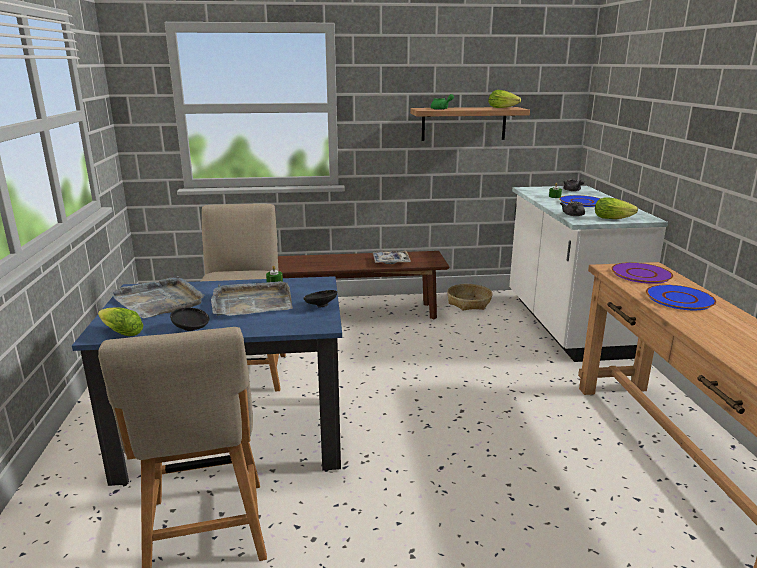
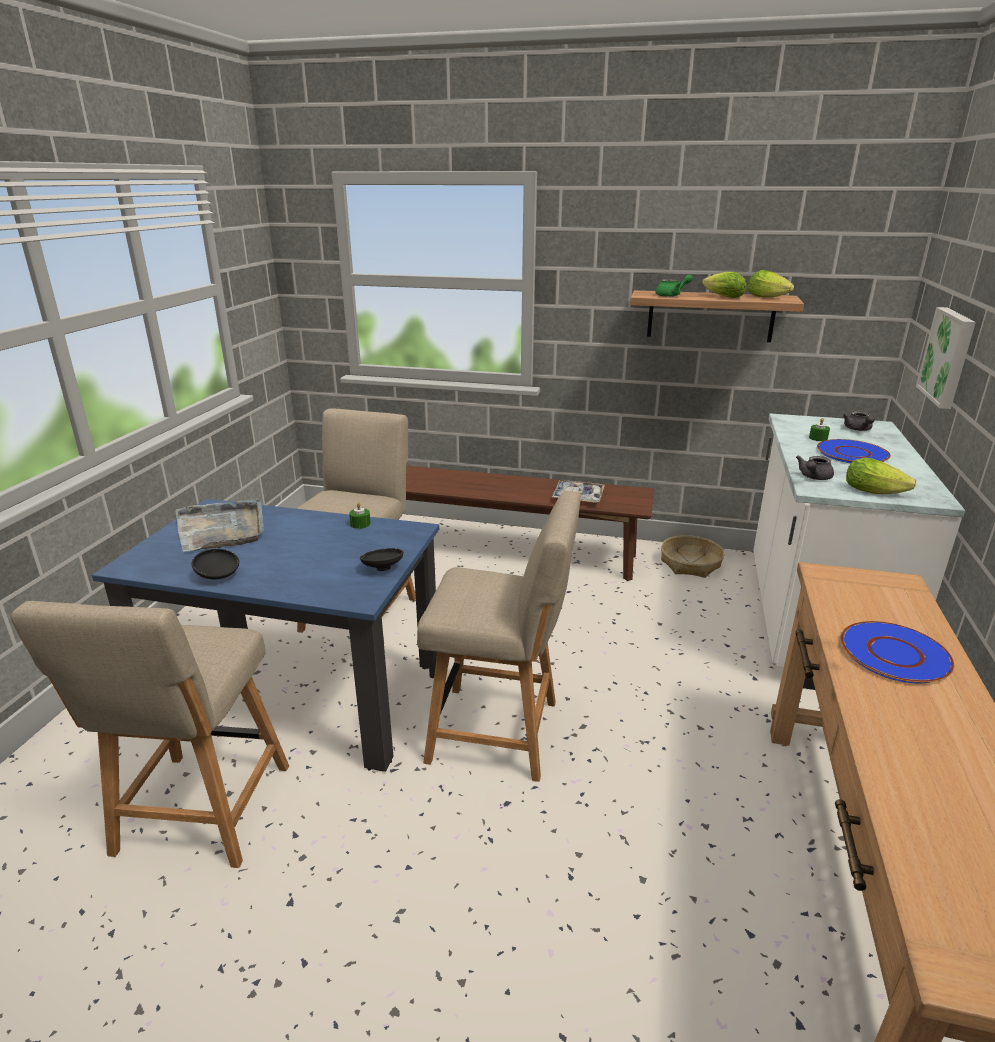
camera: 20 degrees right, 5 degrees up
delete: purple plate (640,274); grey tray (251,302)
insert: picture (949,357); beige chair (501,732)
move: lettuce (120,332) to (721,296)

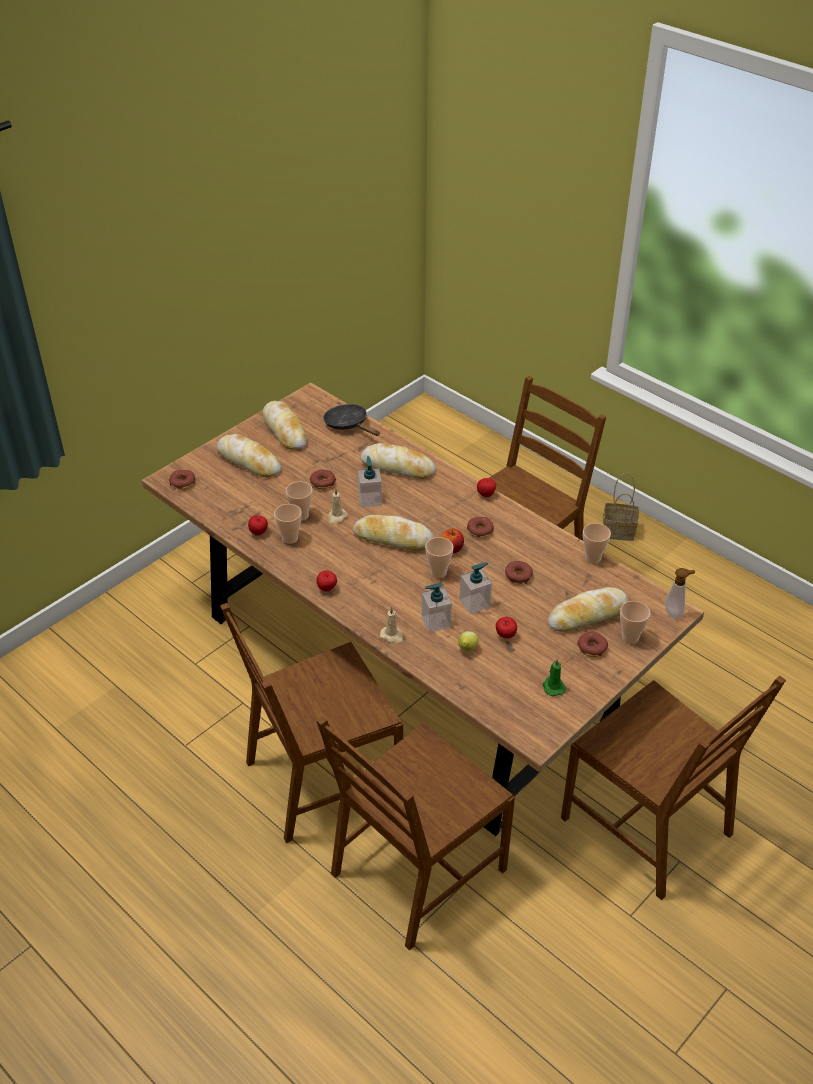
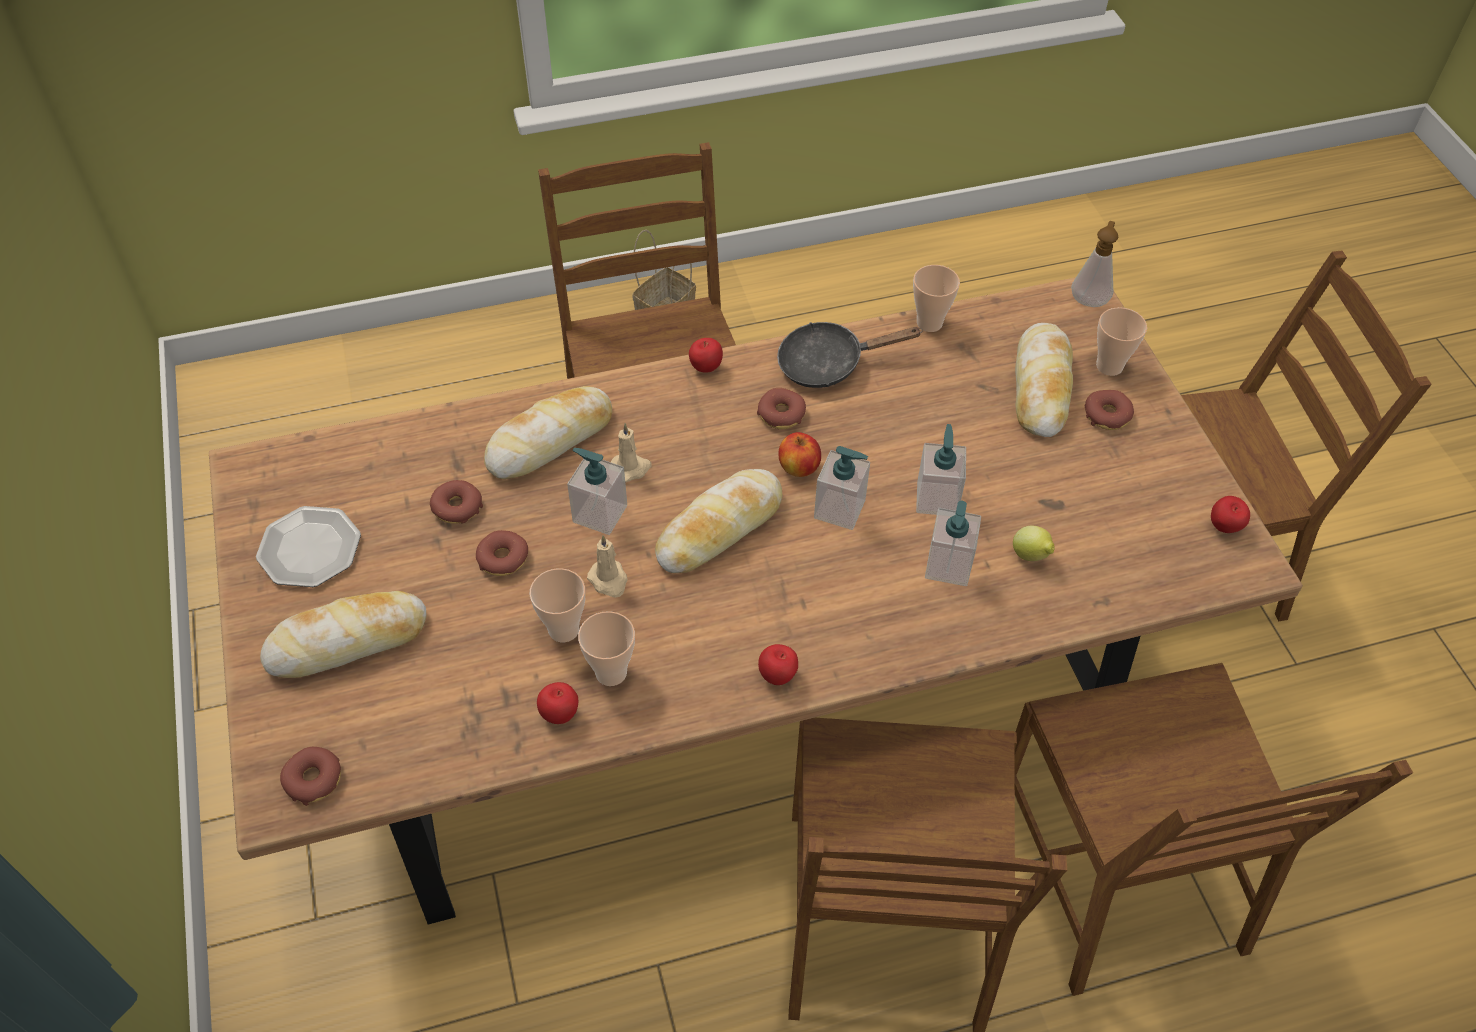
camera: 60 degrees left, 10 degrees up
delete: green candle (553,686)
move: black frying pan (349,425) to (828,363); donut (518,576) to (457,507); beige candle (392,636) to (630,468); apple (505,636) to (1224,527)
replace: bread (285,430) to plate (311,548); cup (438,572) to soap dispenser (840,509)

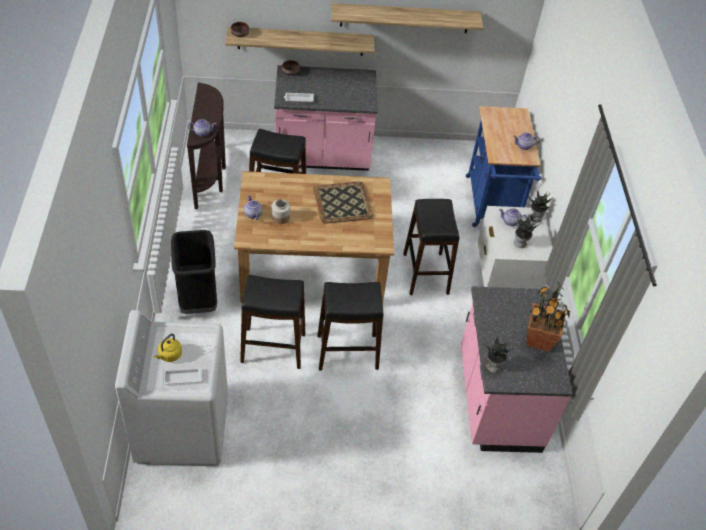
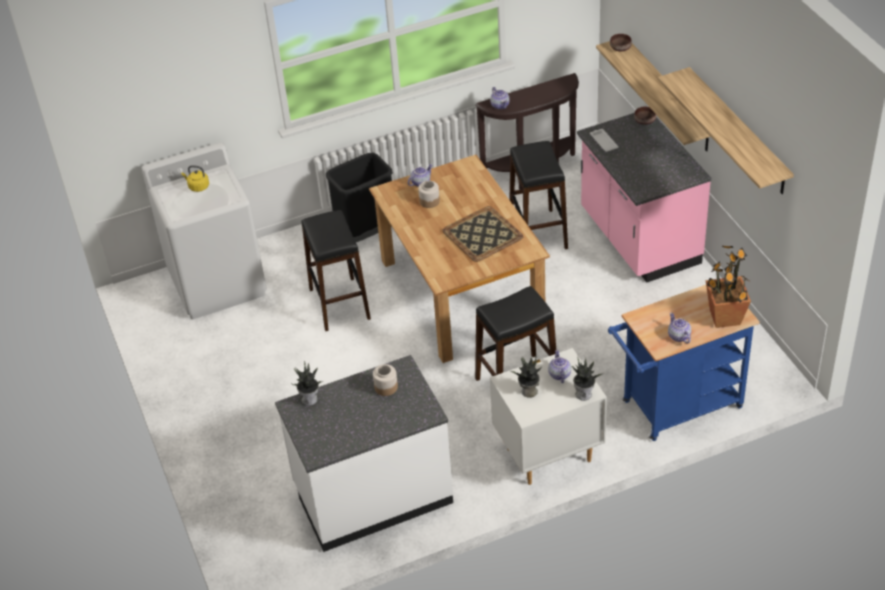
camera: 75 degrees right, 5 degrees down
delete: black stool (347,352); white tray (183,377)
insert: jar (386,387)
move: potted plant (539,340) to (724,318)
recolor: pink counter (497,400) to white counter (372,494)

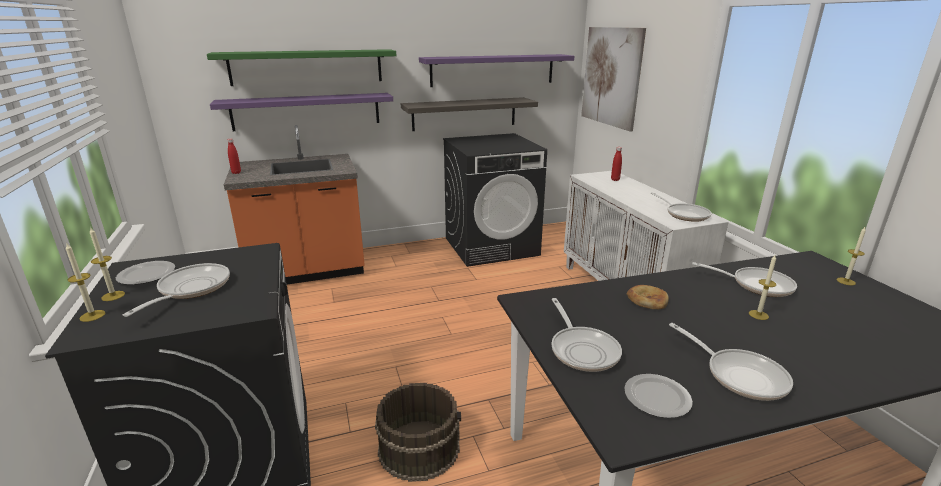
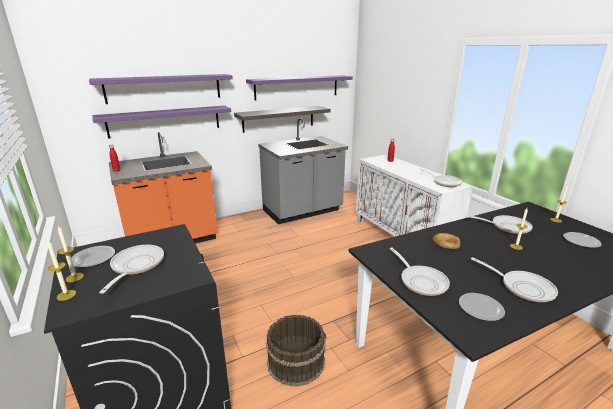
camera: 10 degrees left, 0 degrees up
delete: picture (611,77)
insert: plate (581,241)
replace: black washing machine (491,246) to grey counter (302,211)
recolor: green shelf (307,67) to purple shelf (164,88)

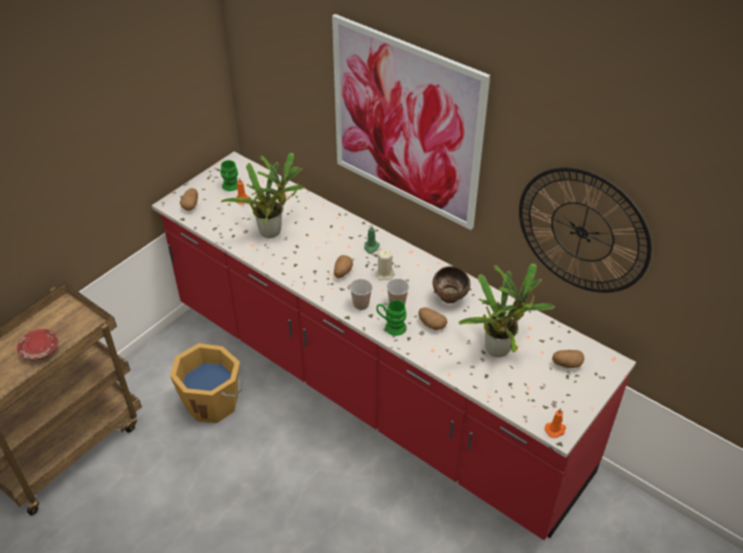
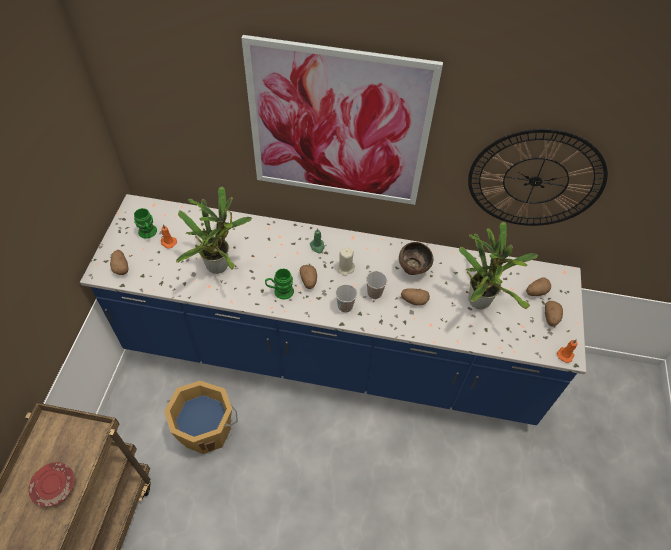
camera: 30 degrees left, 10 degrees up
insert: potato (550,318)
move: green mug (391,327) to (280,292)
recolor: red counter (371,388) to blue counter (331,355)

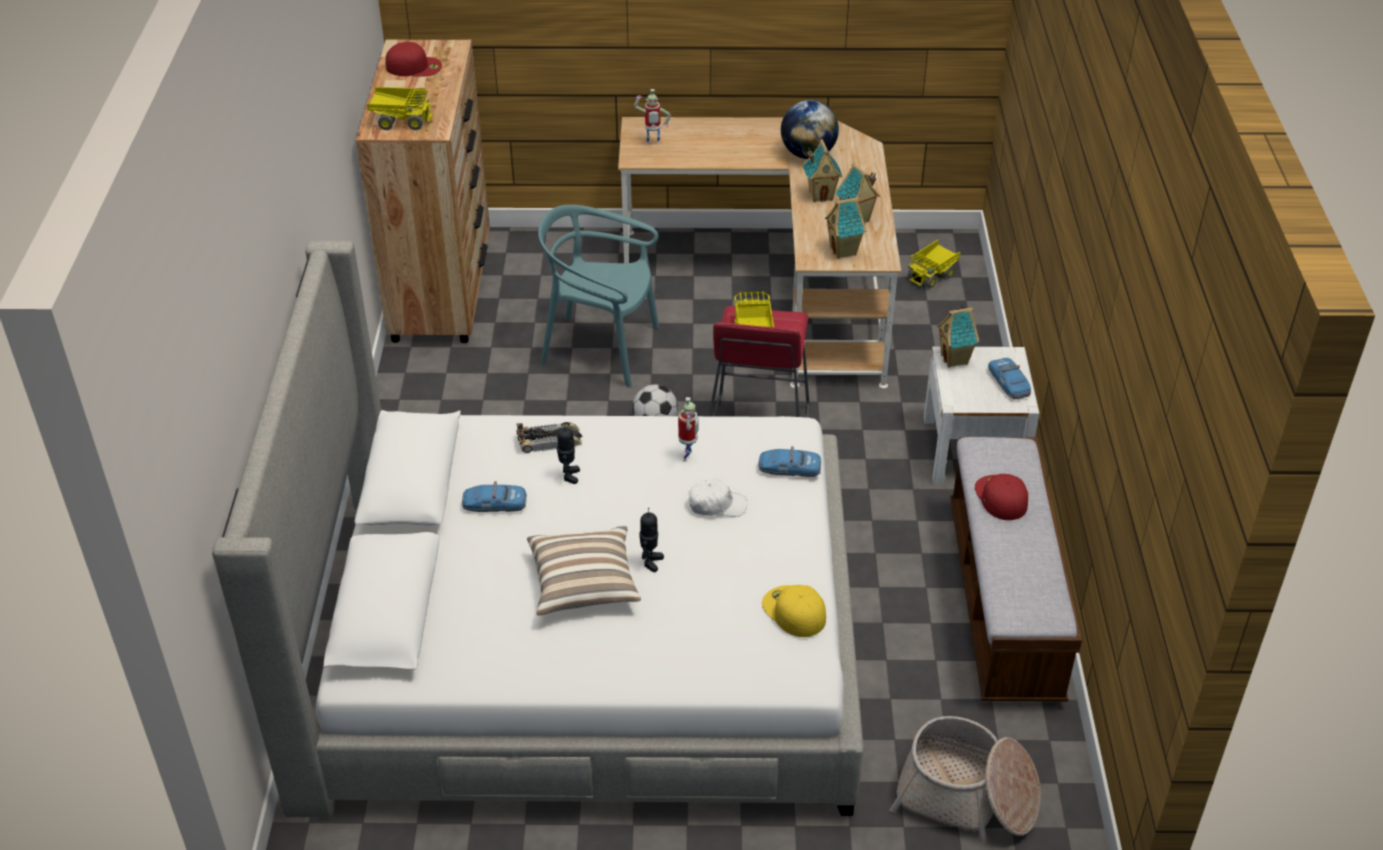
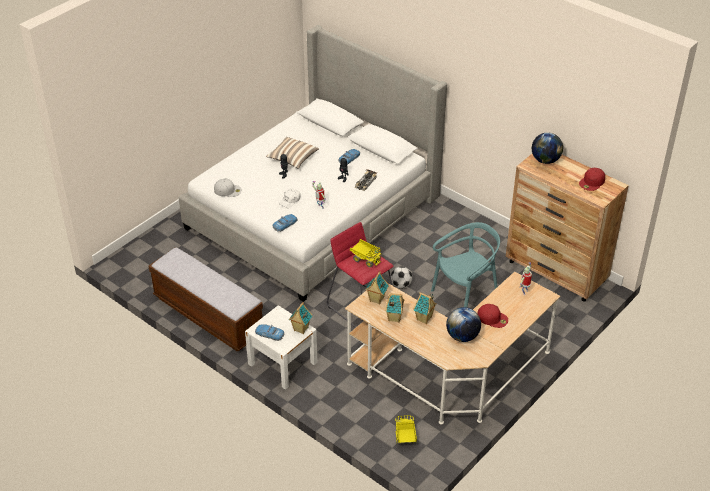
camera: 130 degrees right, 0 degrees up
delete: basket (967,796)
move: red cap (1000,497) to (492,318)
replace: toy truck (400,121) to globe (545,160)
recolor: yellow cap (793,611) to white cap (228,190)

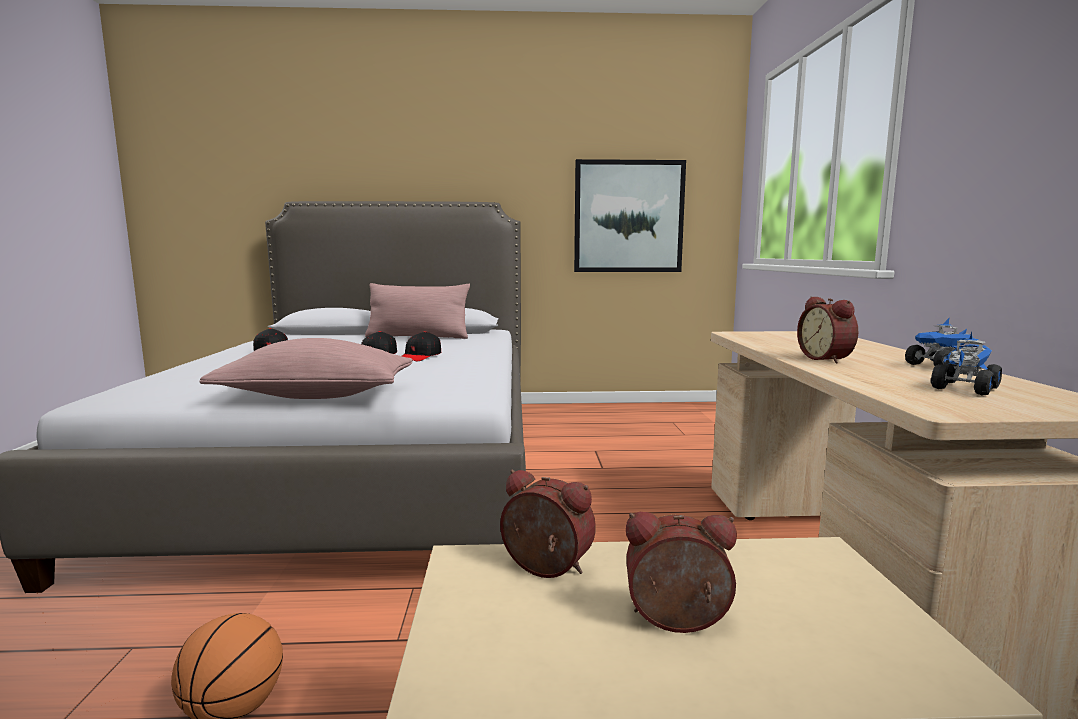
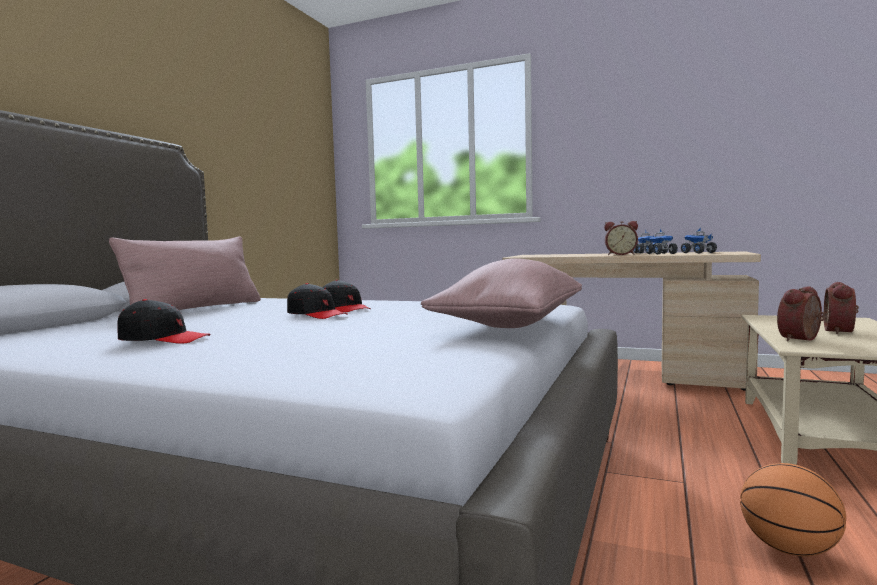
camera: 65 degrees left, 5 degrees down
delete: picture (628,217)
insert: toy truck (661,254)

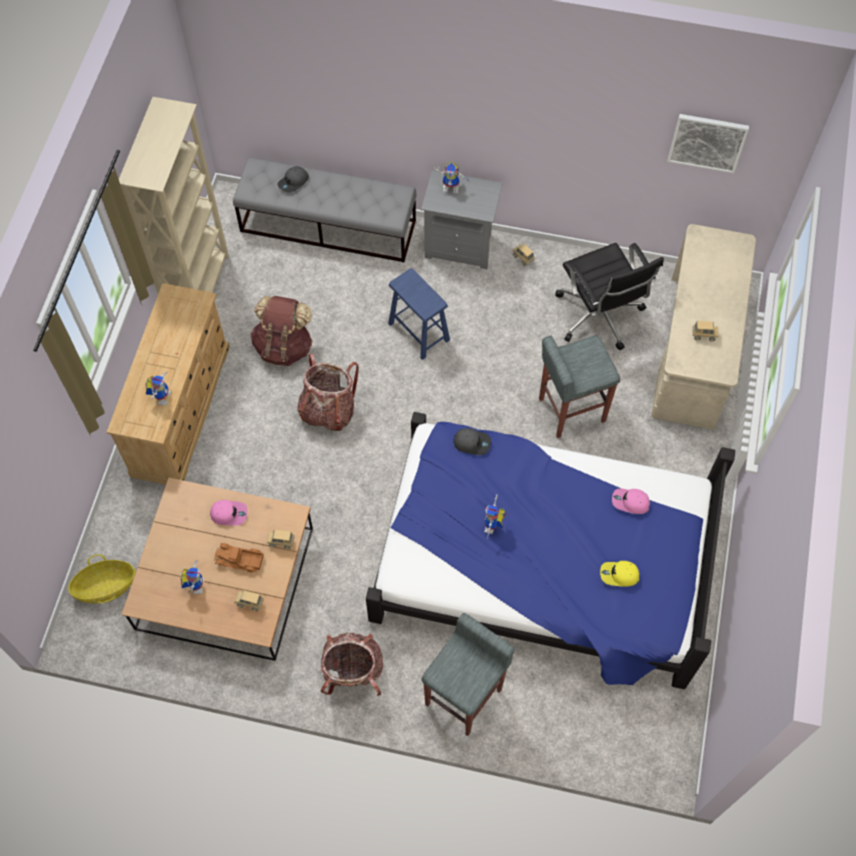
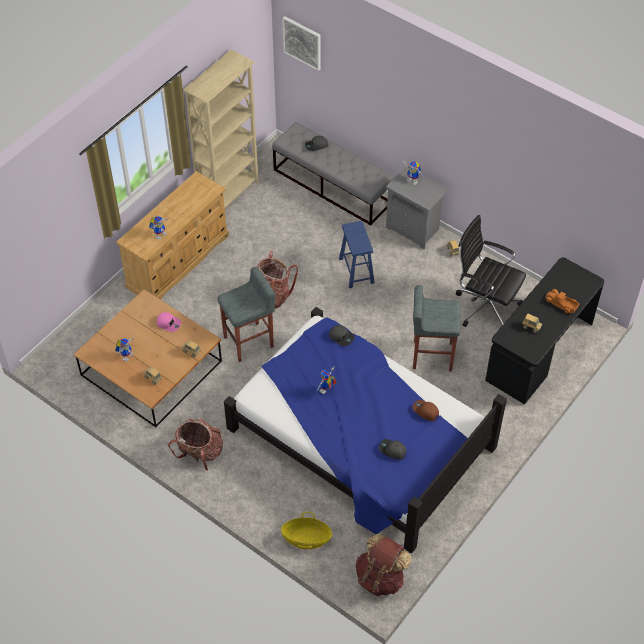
camera: 25 degrees right, 10 degrees down
move: picture (707,142) to (302,42); brown backpack (284,346) to (380,577); toy truck (239,560) to (561,304); basket (106,587) to (306,538); grey stool (465,696) to (249,342)
recolor: beige desk (694,351) to black desk (540,351); pink cap (630,502) to brown cap (425,411); yellow cap (619,575) to grey cap (392,450)
rotate: black office chair (599,316) = (485,306) 120 degrees clockwise

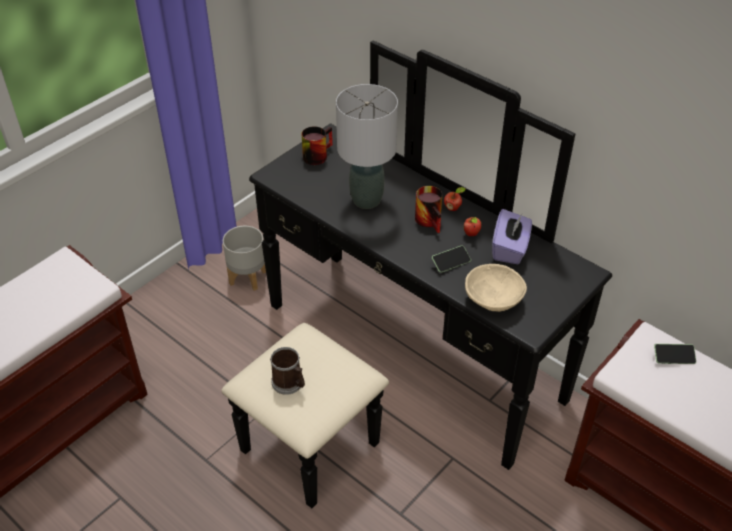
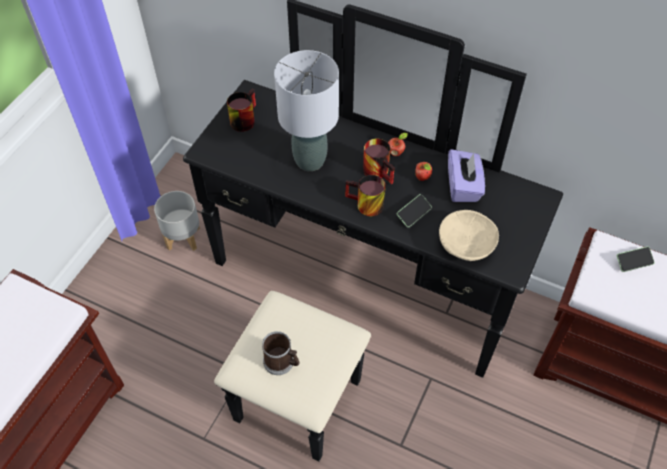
camera: 15 degrees left, 10 degrees up
insert: mug (364,206)

